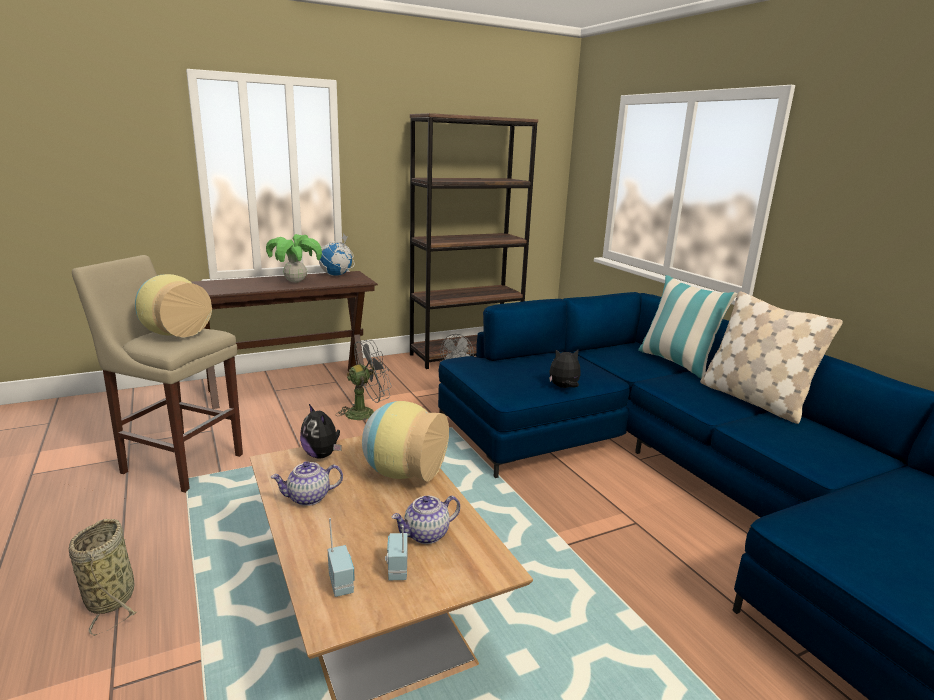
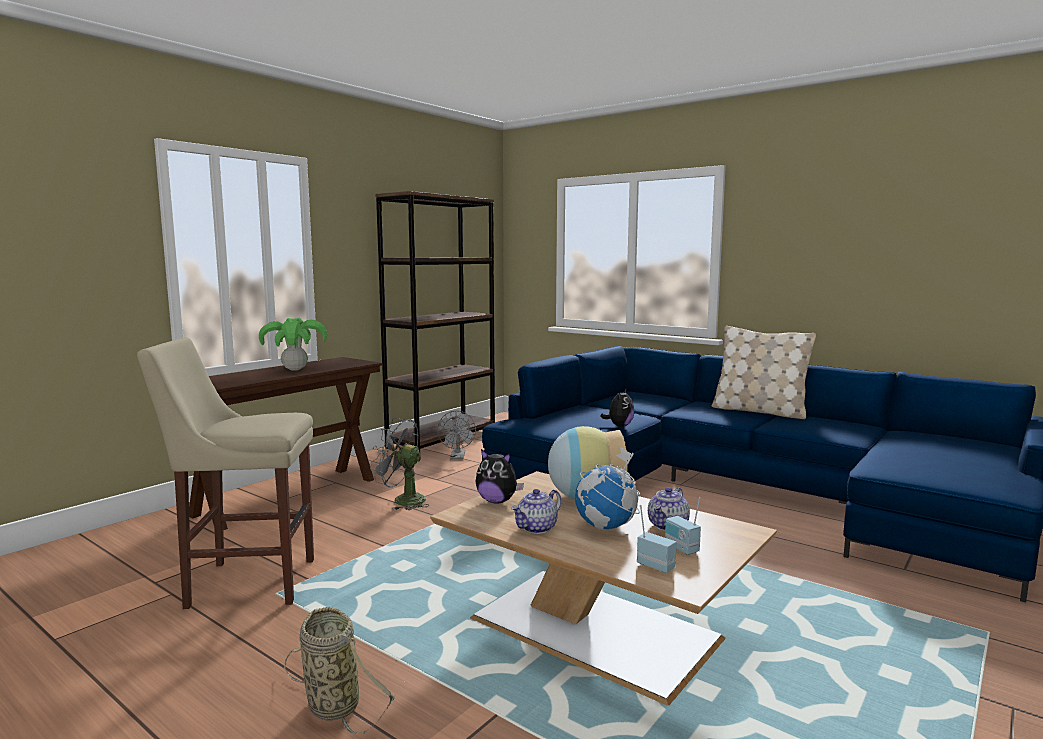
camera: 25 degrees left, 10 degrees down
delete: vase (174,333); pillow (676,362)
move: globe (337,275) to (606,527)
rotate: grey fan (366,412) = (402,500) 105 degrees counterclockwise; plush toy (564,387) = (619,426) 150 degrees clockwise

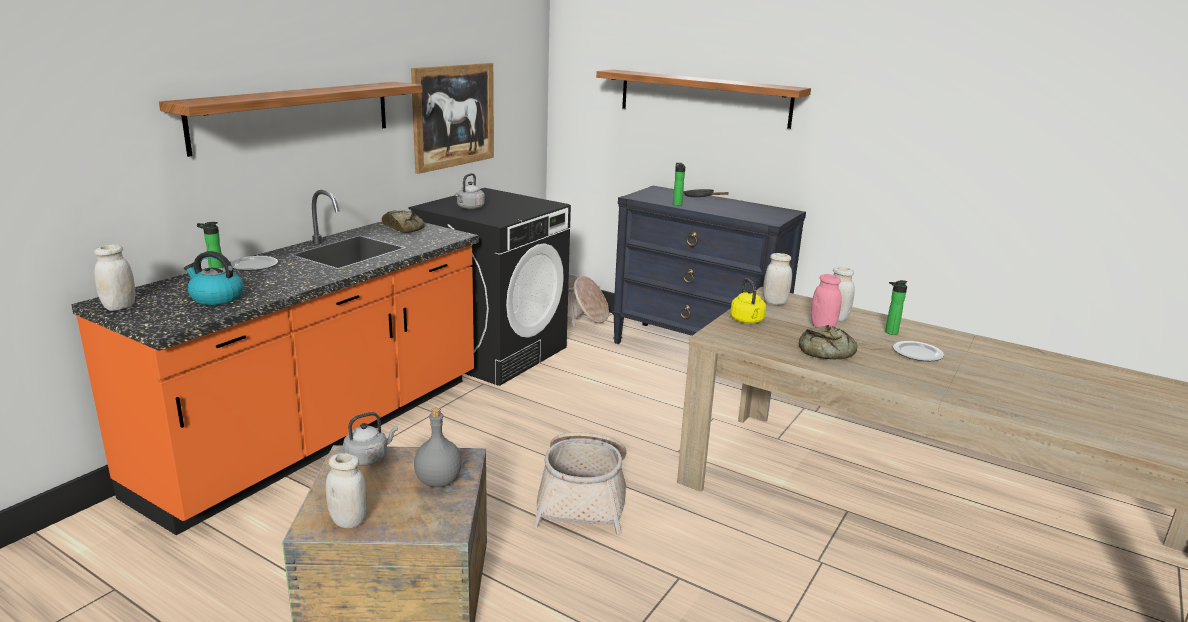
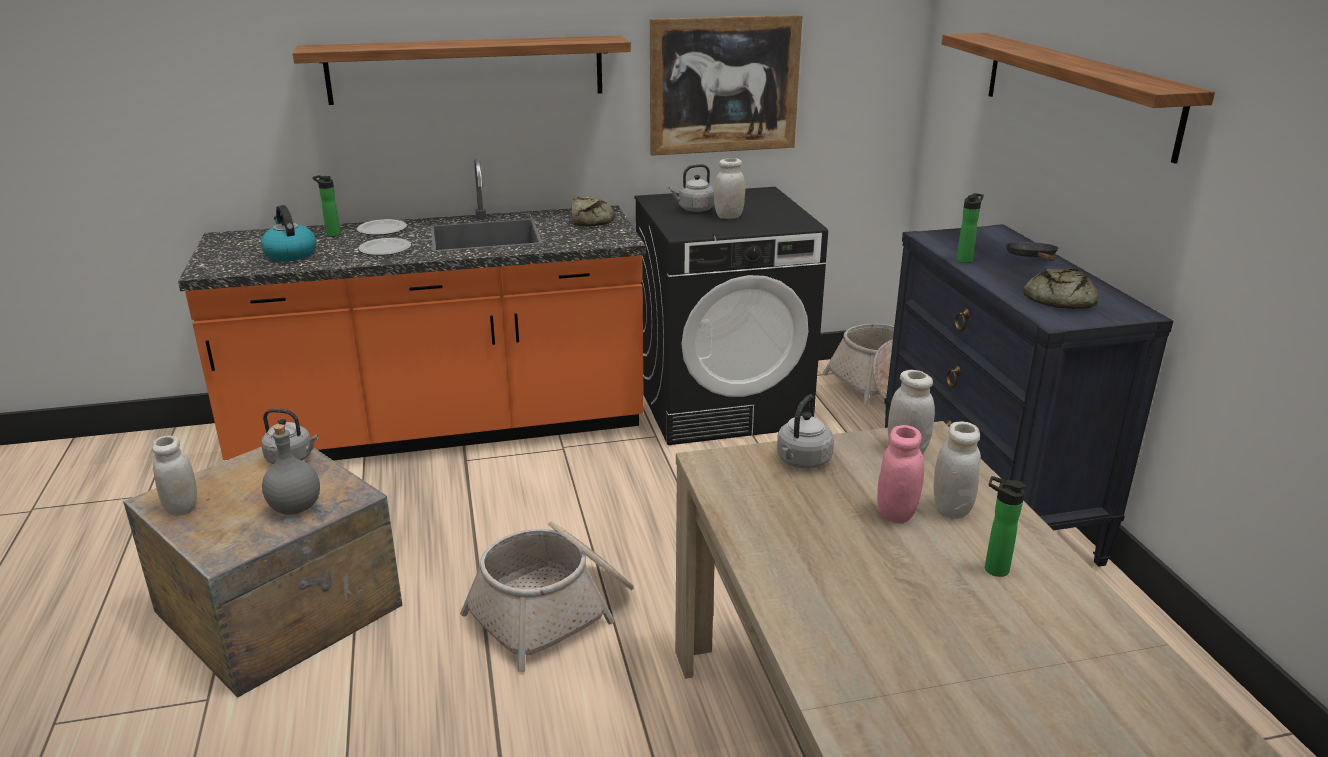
camera: 45 degrees right, 5 degrees up
move: white jar (119,307) to (728,216); bread (826,351) to (1057,299); plate (917,353) to (384,249)
recolor: yellow kettle (747,321) to grey kettle (802,461)

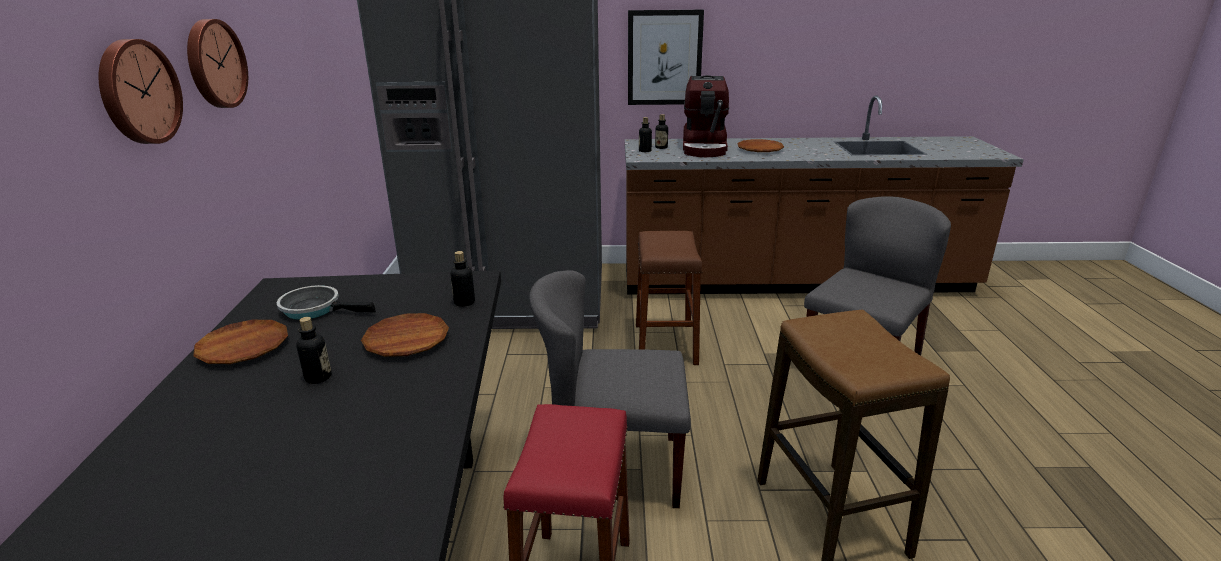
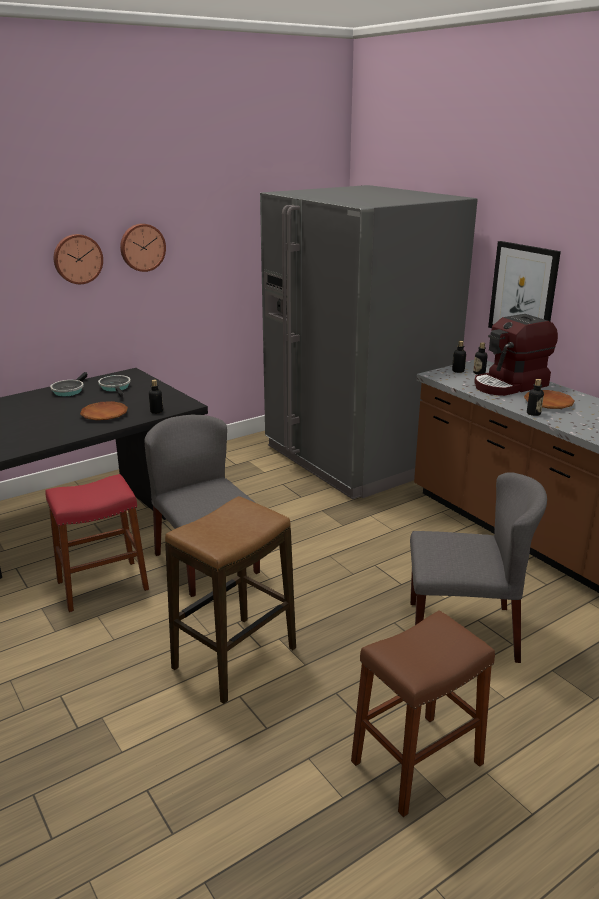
camera: 55 degrees right, 0 degrees up
move: brown stool (665,344) to (417,762); bottle (318,377) to (533,413)
replace: brown plate (243,347) to frying pan (69,390)

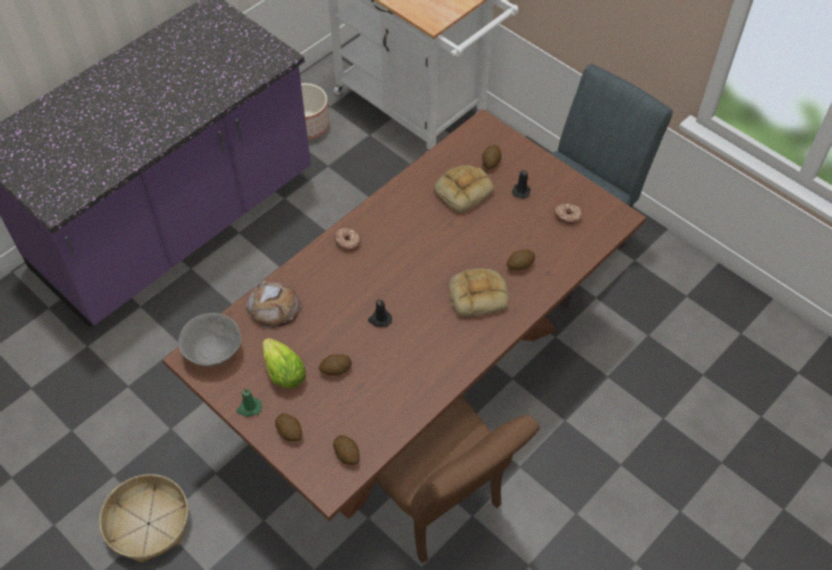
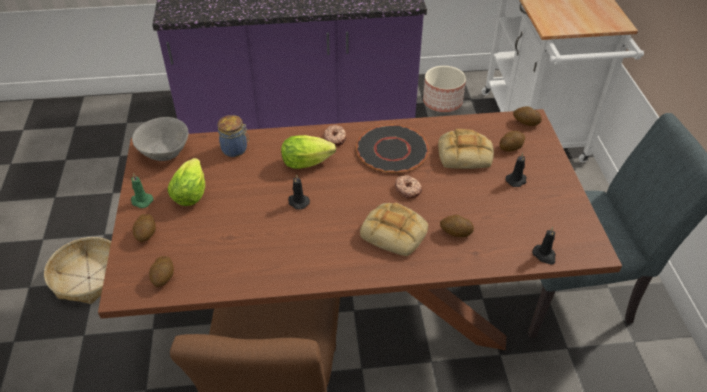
camera: 40 degrees right, 10 degrees down
insert: black plate (392,150); lettuce (309,162); black candle (544,255)
move: donut (567,216) to (408,189); potato (336,370) to (525,123)
replace: bread (274,307) to jar (235,150)

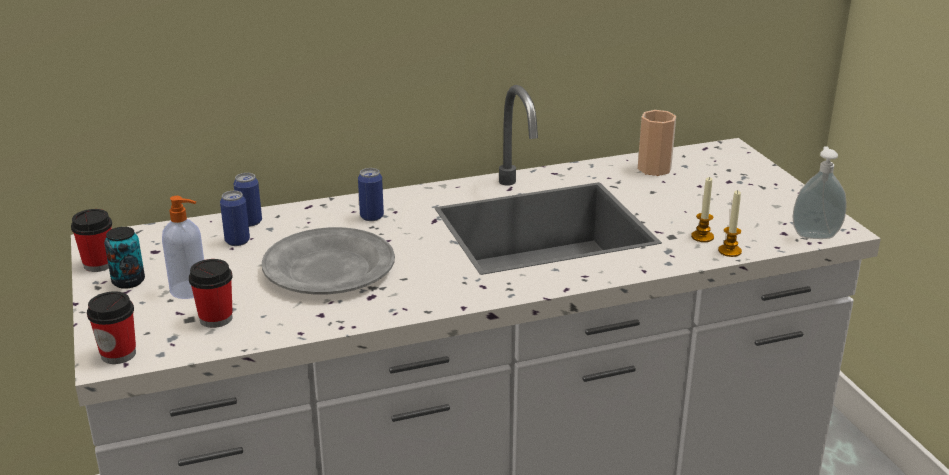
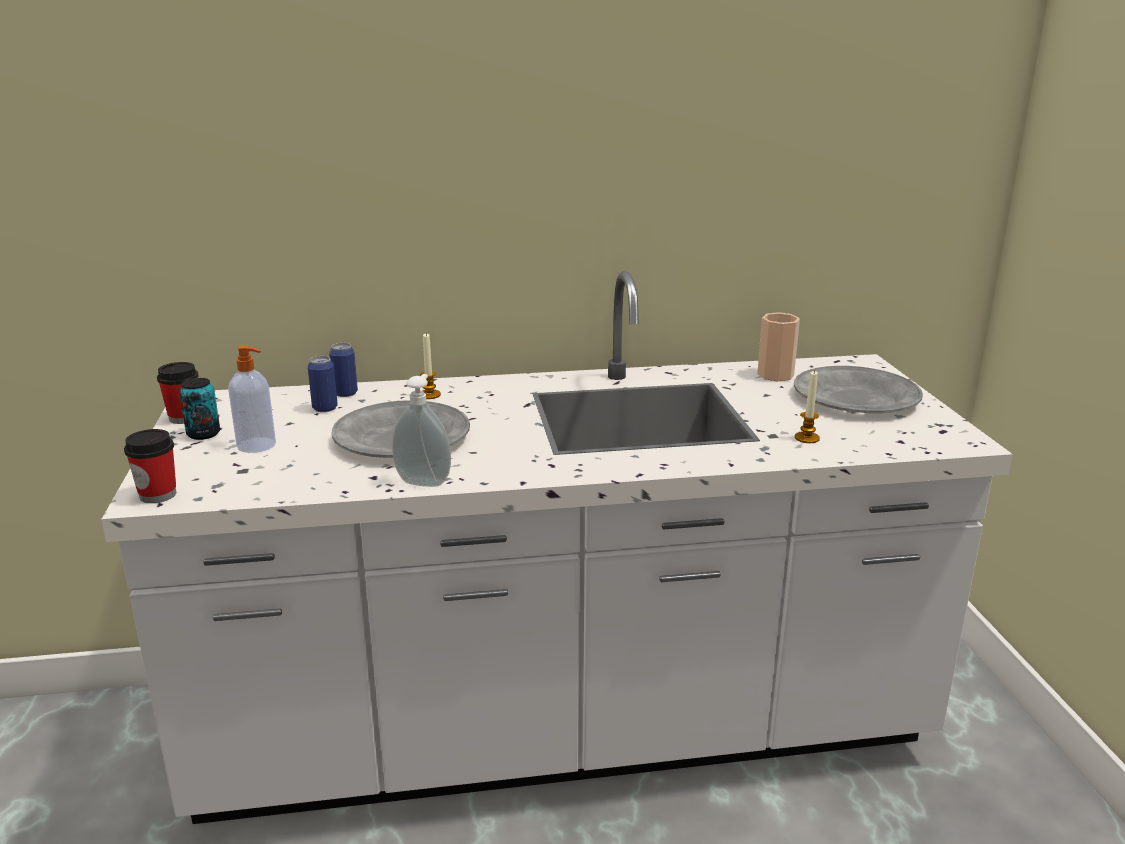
camera: 10 degrees right, 5 degrees down
delete: can (371,217); cup (216,319)
insert: grey plate (856,397)
move: soap dispenser (814,235) to (424,481); candle (729,251) to (429,395)

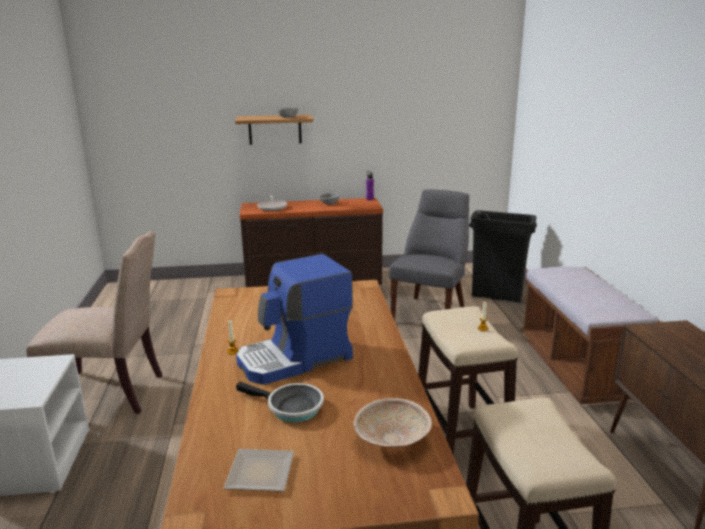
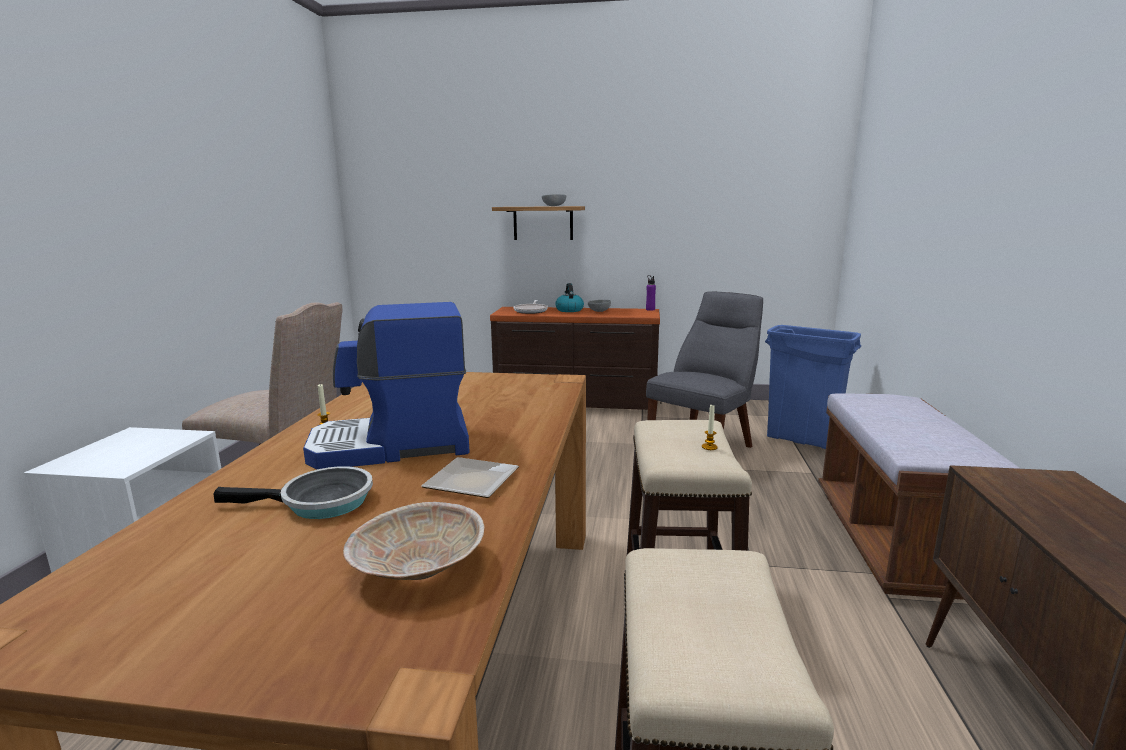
camera: 15 degrees right, 5 degrees down
insert: kettle (569,310)
move: plate (259,472) to (470,480)
recolor: black trash can (497,296) to blue trash can (802,440)
rotate: frying pan (290,408) = (320,503) 45 degrees counterclockwise

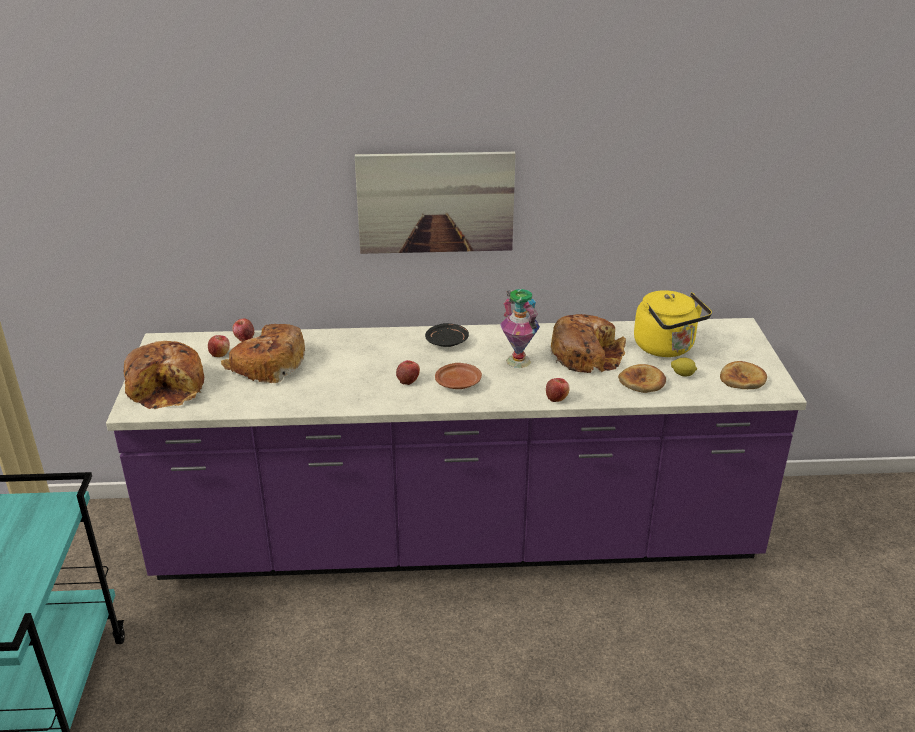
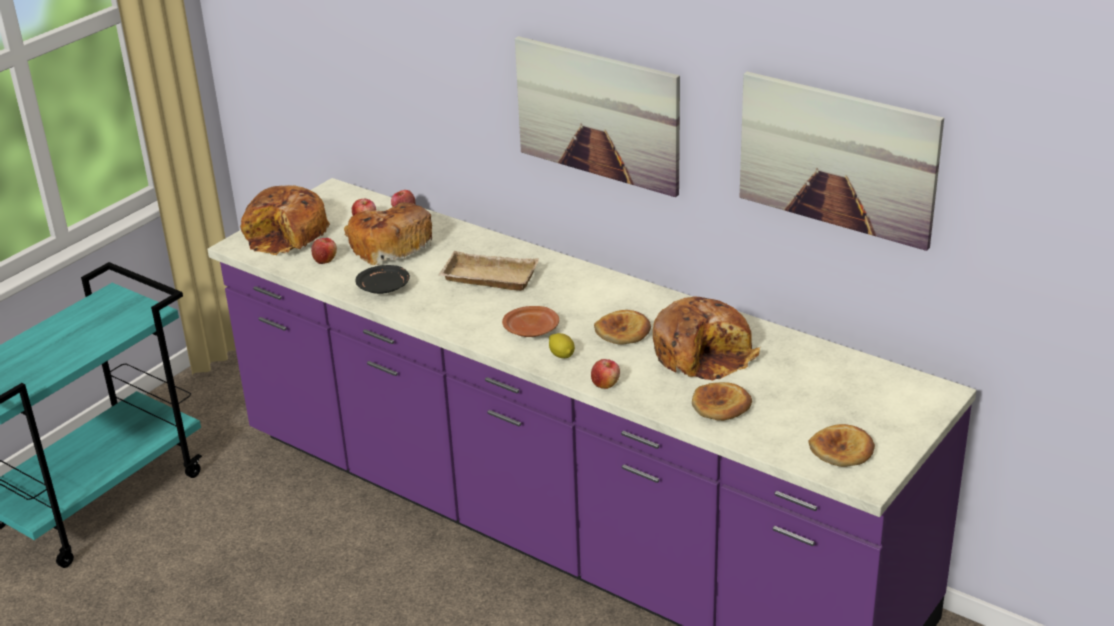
camera: 40 degrees right, 0 degrees up
delete: yellow kettle (666,348)
insert: picture (837,158); beige tray (487,278)
move: black plate (447,341) to (384,287); lemon (682,374) to (561,355); apple (408,380) to (325,259)
replace: vase (519,361) to bread (623,331)

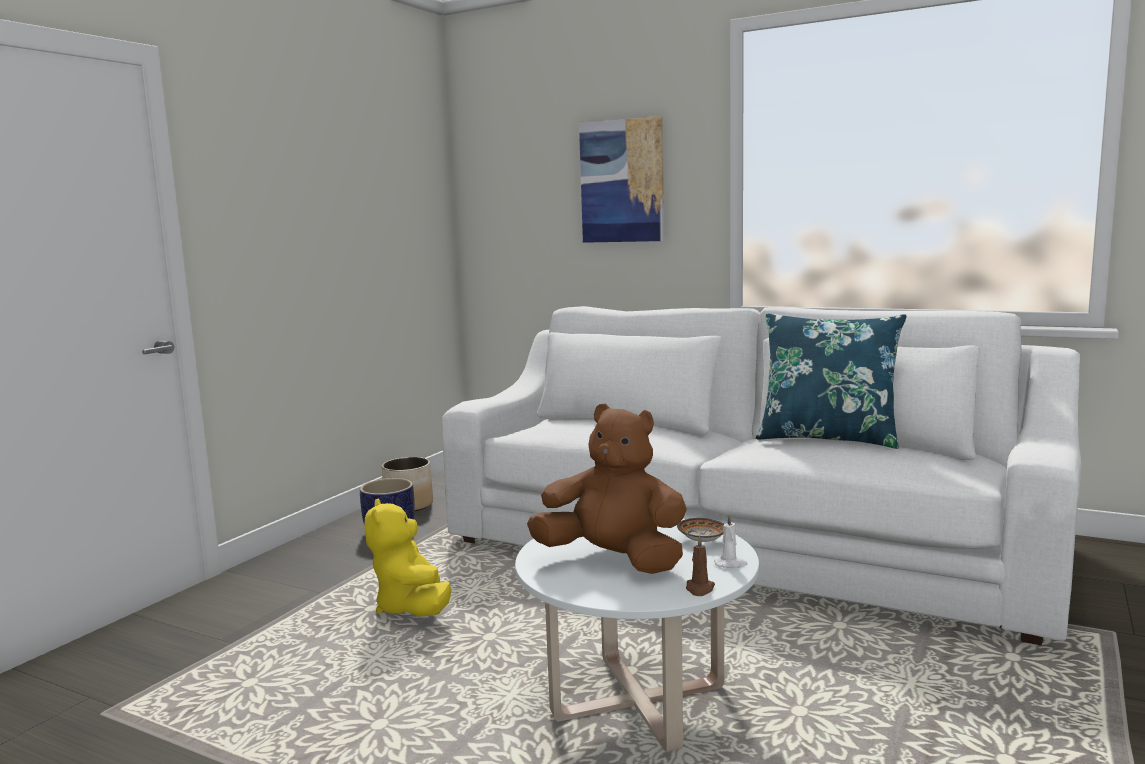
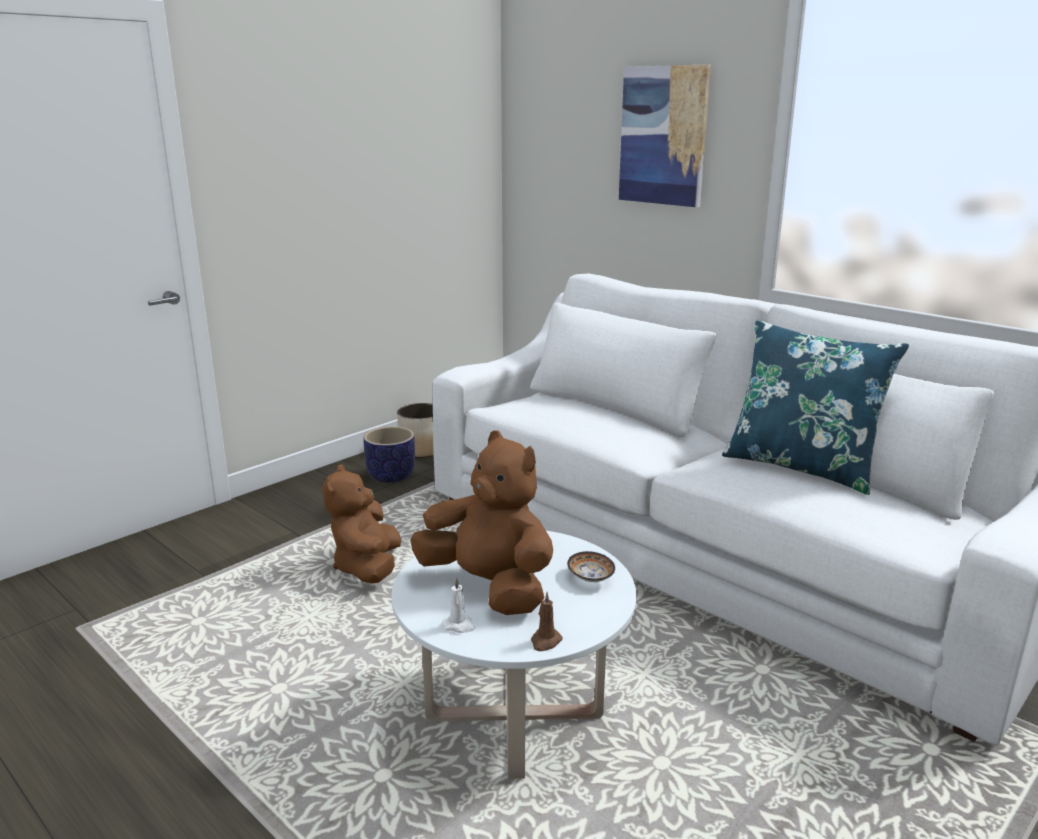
camera: 15 degrees right, 10 degrees up
move: white candle (730,564) to (459,625)
recolor: yellow plush toy (412,608) to brown plush toy (368,568)

